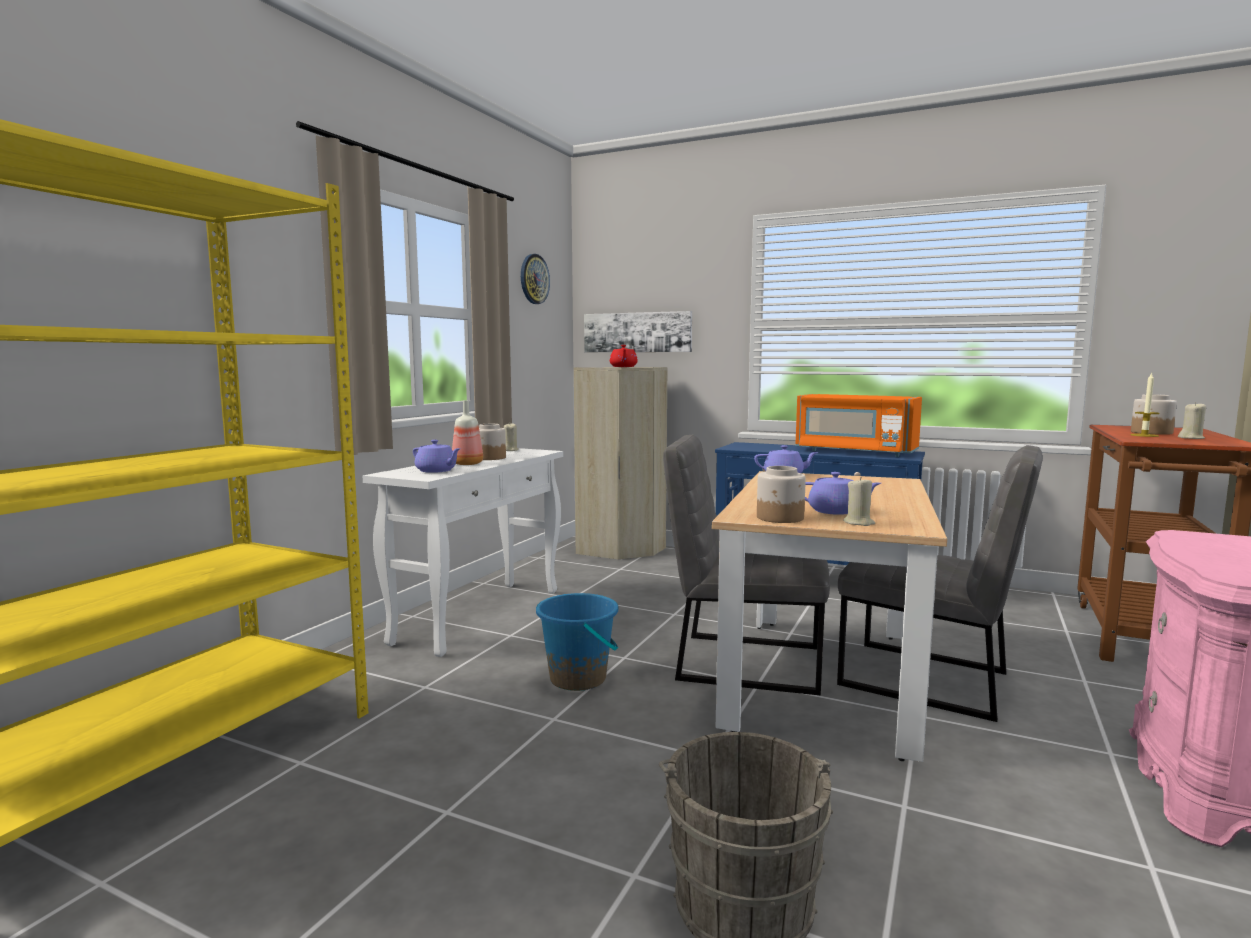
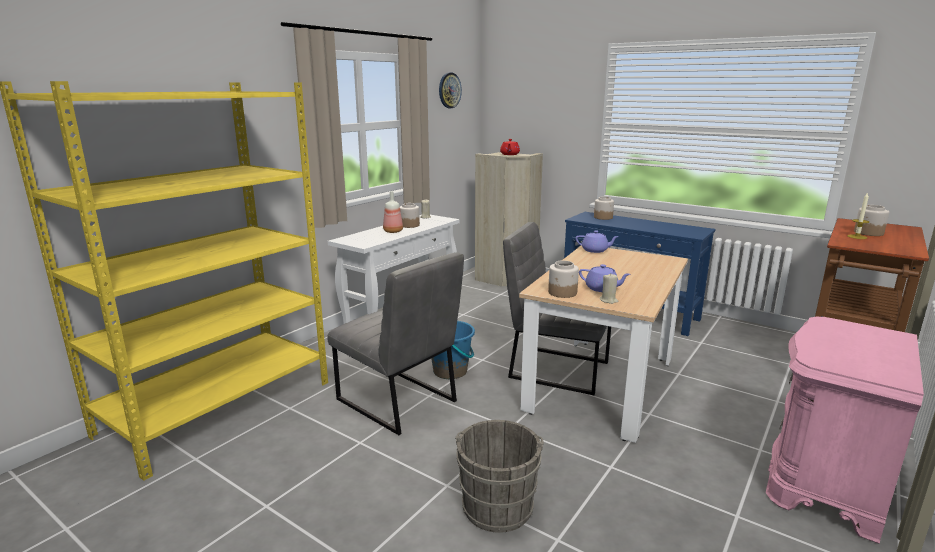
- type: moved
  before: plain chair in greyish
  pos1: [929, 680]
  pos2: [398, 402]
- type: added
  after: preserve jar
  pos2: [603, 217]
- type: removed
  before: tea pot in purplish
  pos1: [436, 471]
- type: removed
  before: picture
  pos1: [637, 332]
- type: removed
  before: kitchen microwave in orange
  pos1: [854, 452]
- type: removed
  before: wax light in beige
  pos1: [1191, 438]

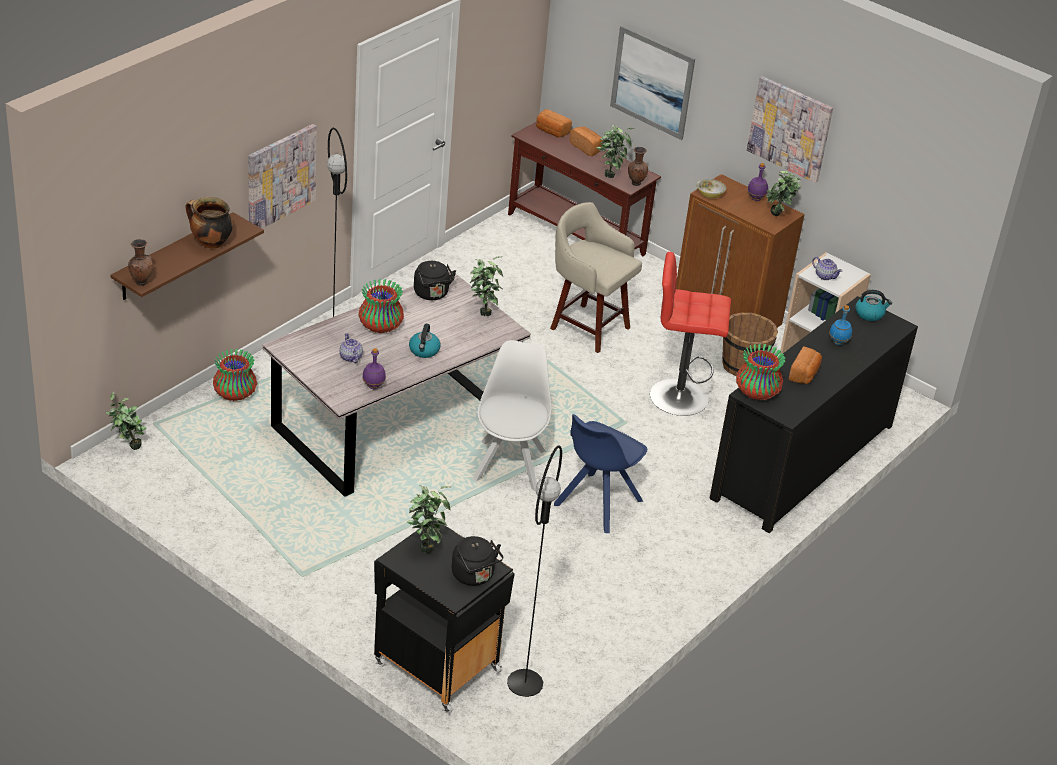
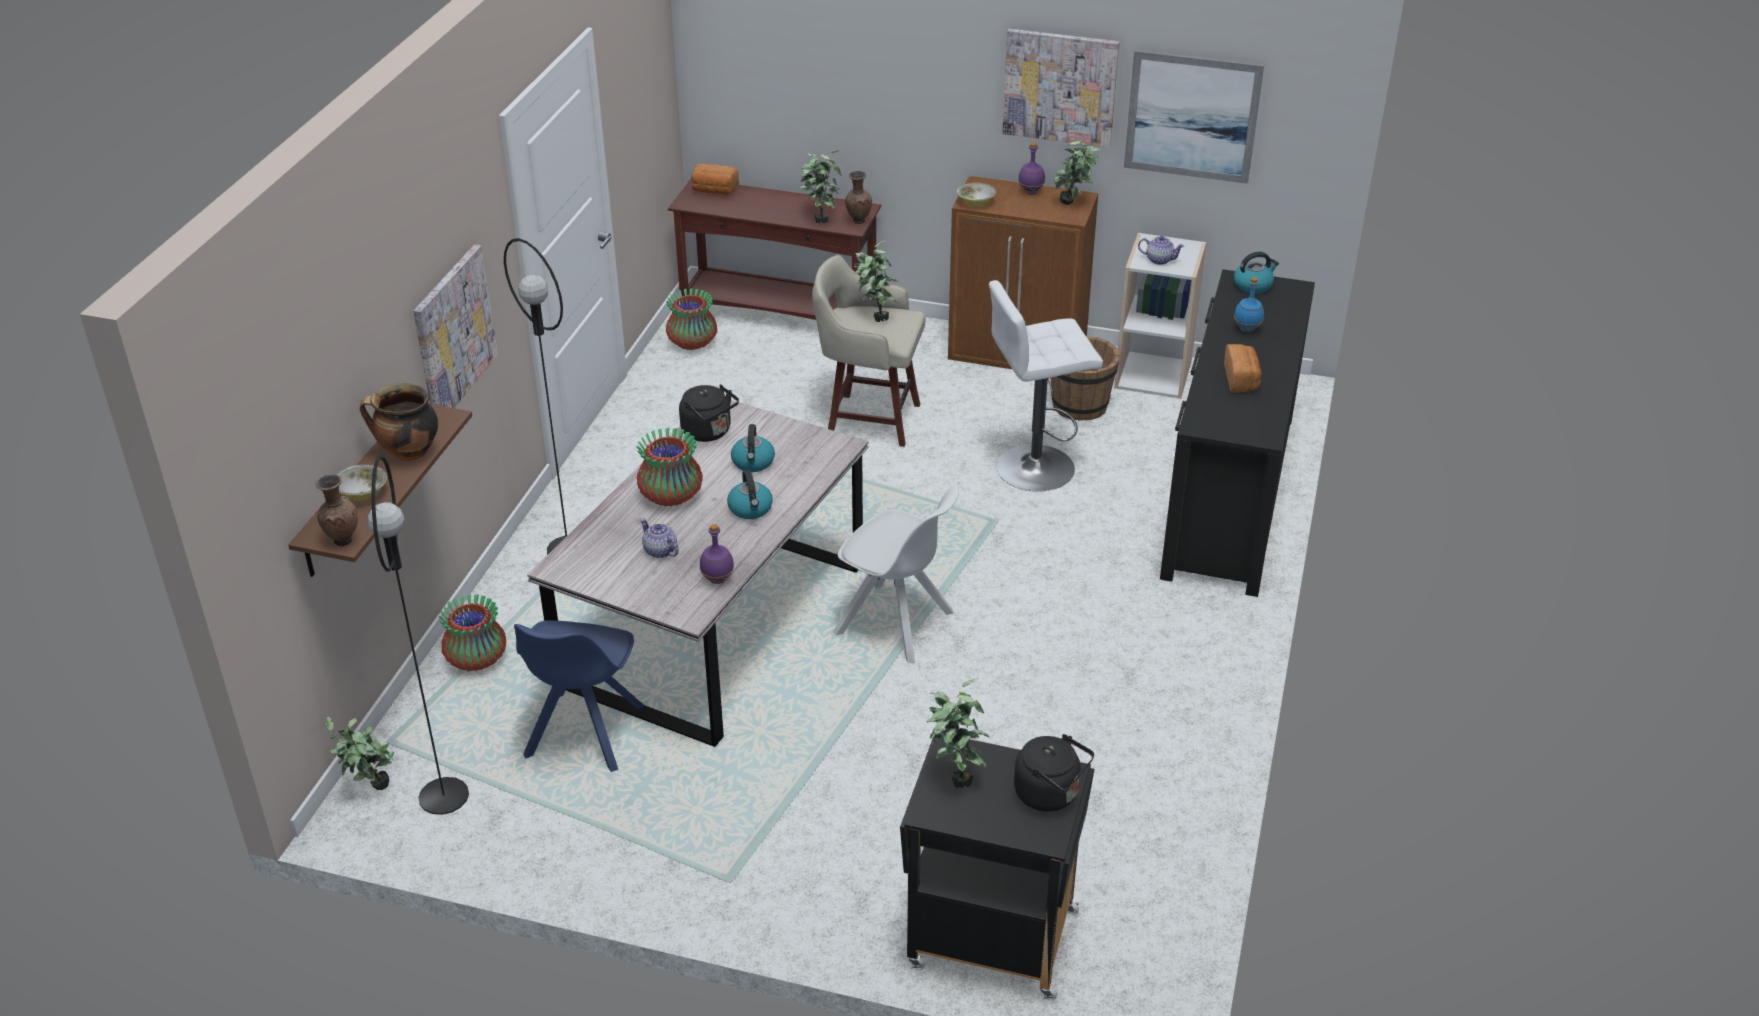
- type: added
  after: serving bowl
  pos2: [362, 494]
- type: moved
  before: floor lamp in black
  pos1: [525, 682]
  pos2: [443, 795]
- type: moved
  before: plain chair in blue
  pos1: [597, 503]
  pos2: [583, 733]
- type: moved
  before: decorative vase
  pos1: [756, 392]
  pos2: [692, 343]
- type: added
  after: kettle
  pos2: [753, 462]
- type: turned
  before: plain chair in white
  pos1: [510, 464]
  pos2: [895, 624]
  turn: 135
- type: moved
  before: potted plant
  pos1: [483, 310]
  pos2: [875, 316]
- type: recoloured
  before: stool seat in red-coloured
  after: stool seat in white
  pos1: [678, 397]
  pos2: [1034, 468]
- type: moved
  before: picture
  pos1: [652, 82]
  pos2: [1192, 116]
- type: removed
  before: baked bread
  pos1: [587, 148]

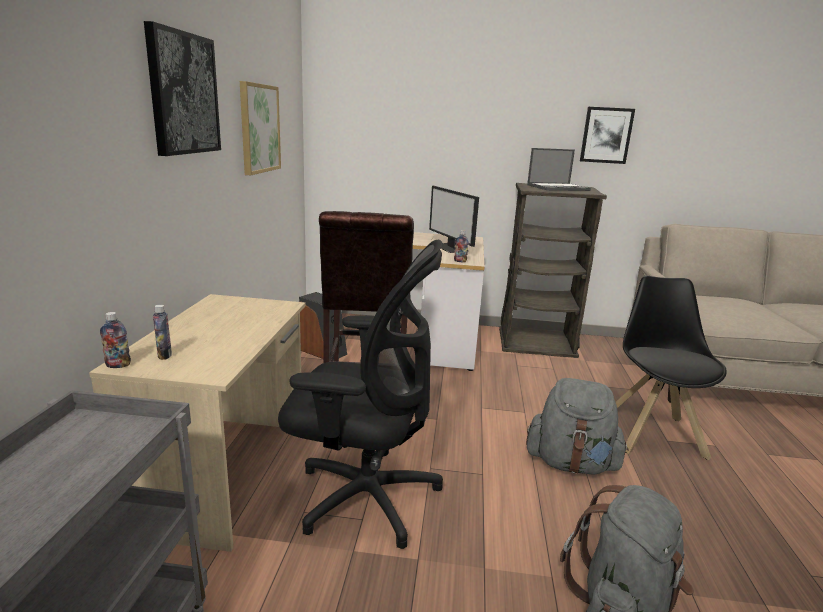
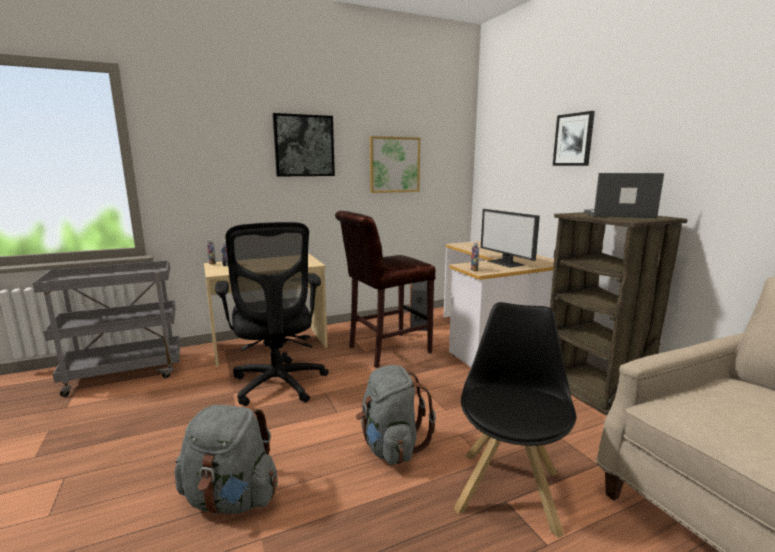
- type: turned
  before: plain chair in black
  pos1: [652, 432]
  pos2: [509, 488]
  turn: -45
- type: turned
  before: computer screen
  pos1: [450, 248]
  pos2: [506, 263]
  turn: -60
- type: moved
  before: picture
  pos1: [606, 135]
  pos2: [573, 139]
- type: turned
  before: notebook computer
  pos1: [558, 187]
  pos2: [617, 215]
  turn: 150

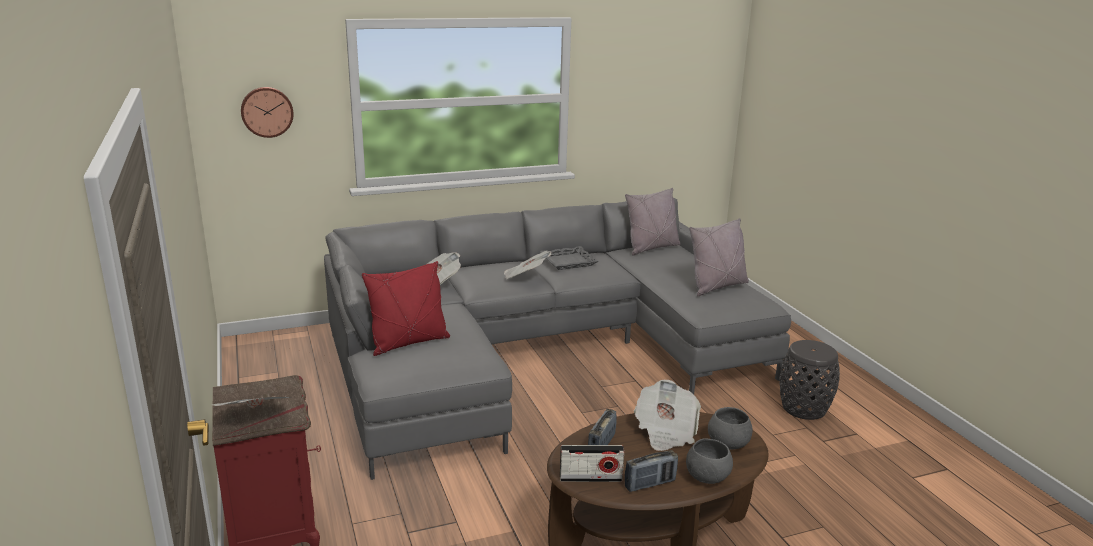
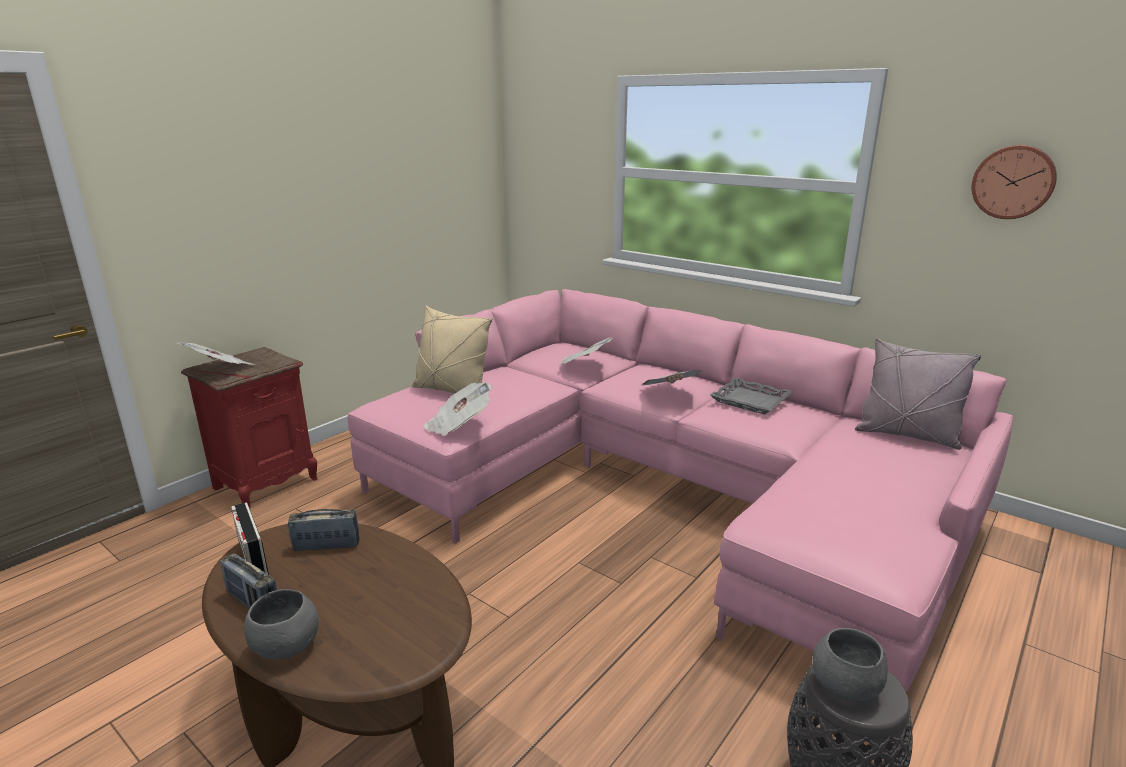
- type: recoloured
  before: settee in greyish
  after: settee in pink-coloured
  pos1: [537, 354]
  pos2: [666, 492]
- type: recoloured
  before: pillow in red-coloured
  after: pillow in beige
  pos1: [409, 343]
  pos2: [451, 391]
- type: moved
  before: newspaper
  pos1: [665, 432]
  pos2: [458, 425]
- type: moved
  before: serving bowl in greyish
  pos1: [728, 444]
  pos2: [845, 687]
- type: moved
  before: hanging clock
  pos1: [267, 111]
  pos2: [1013, 182]
- type: removed
  before: pillow in purplish
  pos1: [717, 287]

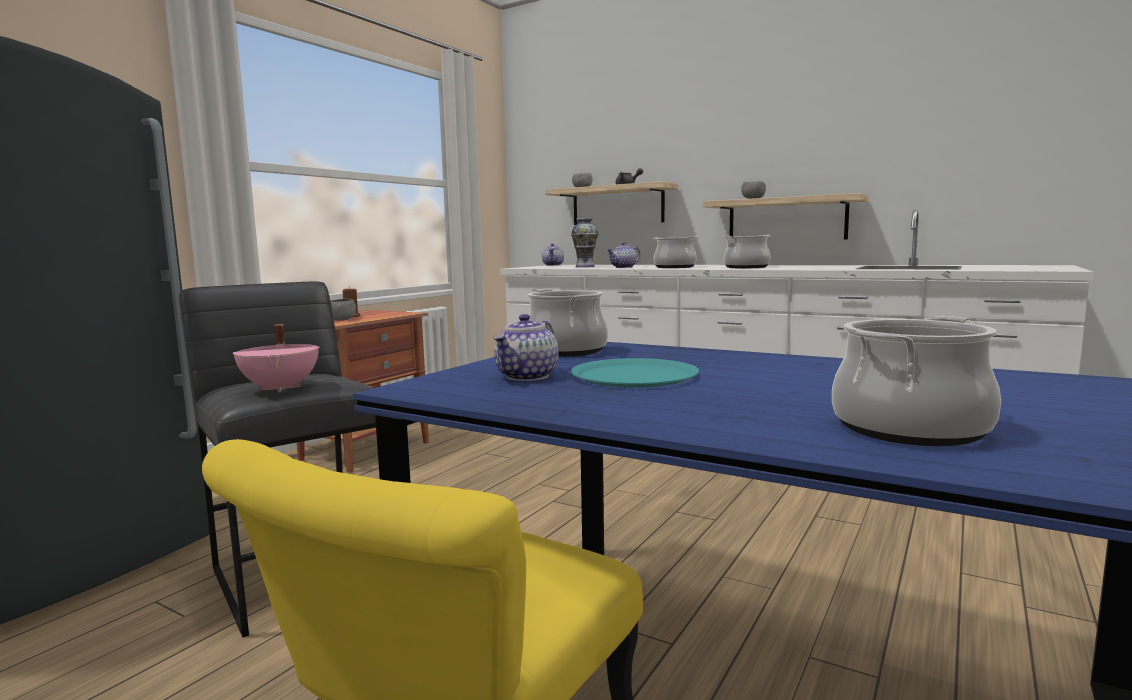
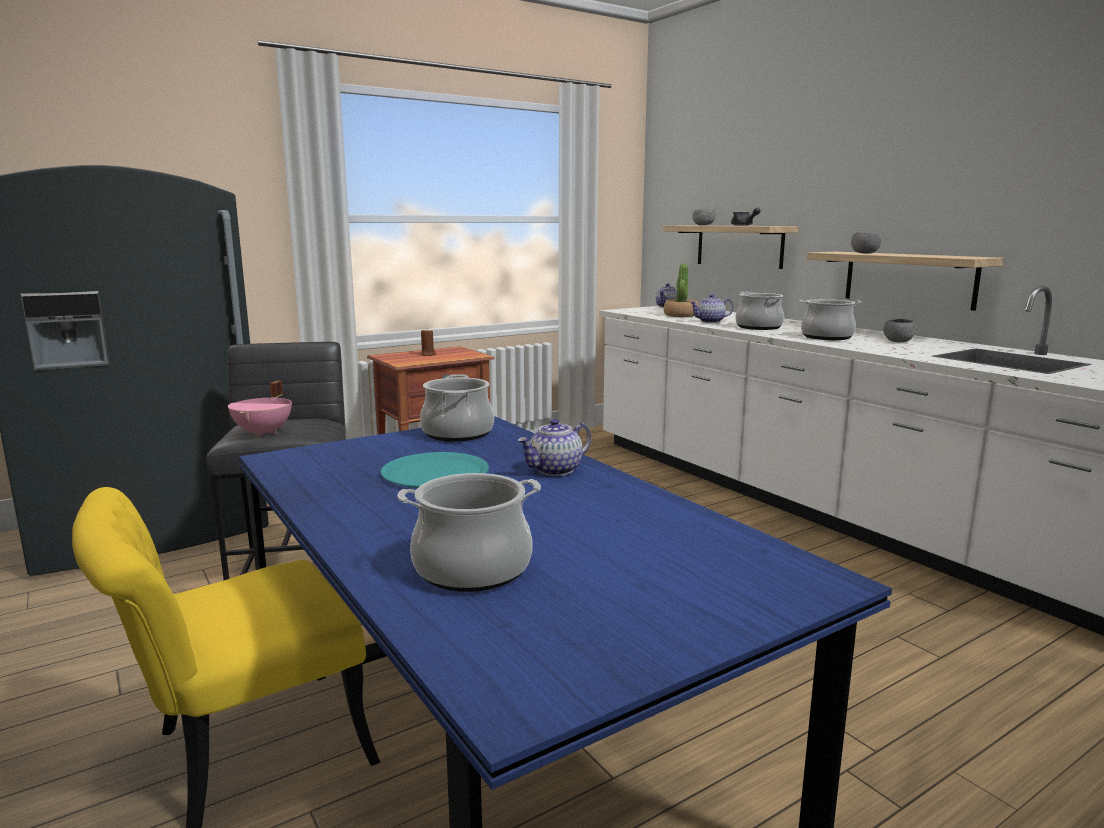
- type: moved
  before: tea pot
  pos1: [527, 376]
  pos2: [555, 470]
- type: replaced
  before: decorative vase
  after: potted plant
  pos1: [585, 267]
  pos2: [680, 315]
- type: moved
  before: serving bowl in greyish
  pos1: [342, 320]
  pos2: [897, 341]

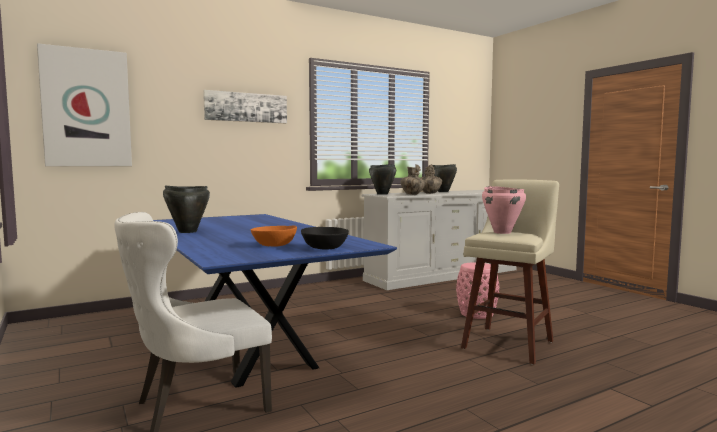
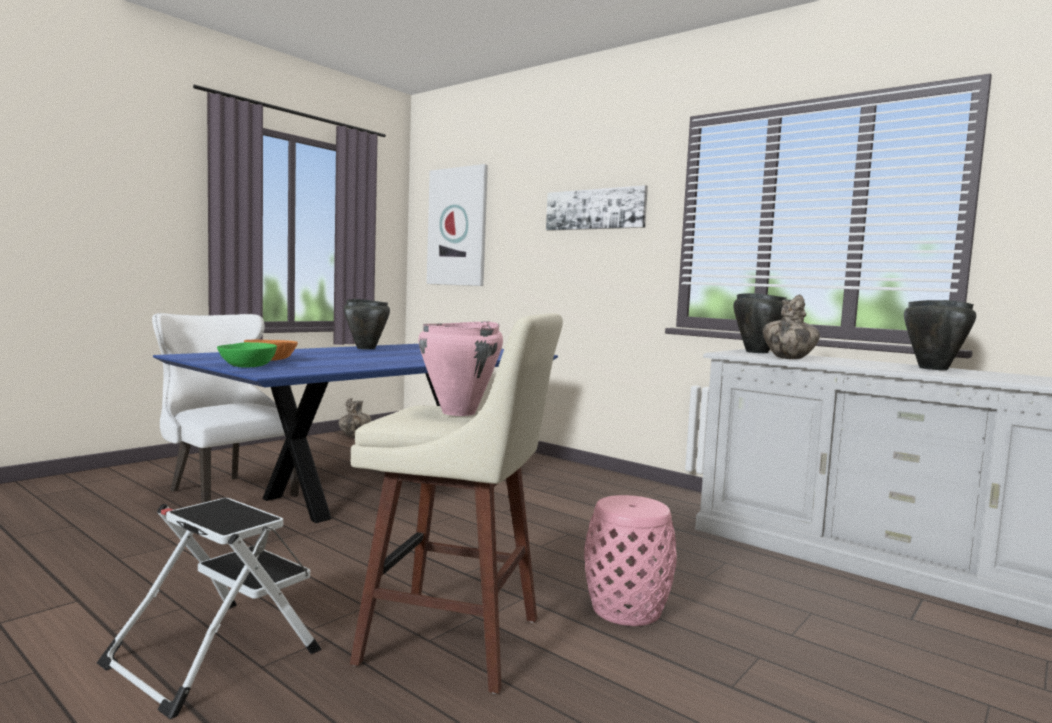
- type: added
  after: step stool
  pos2: [214, 652]
- type: recoloured
  before: serving bowl in black
  after: serving bowl in green
  pos1: [325, 248]
  pos2: [247, 366]
- type: moved
  before: decorative vase
  pos1: [430, 193]
  pos2: [355, 436]

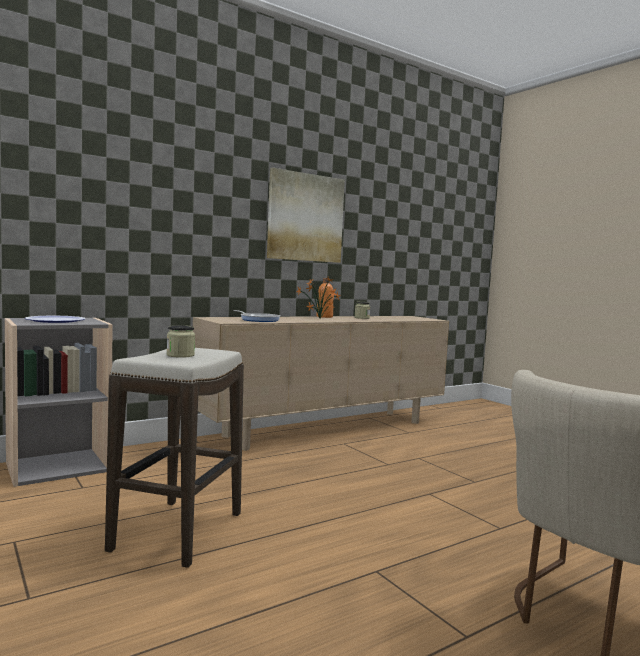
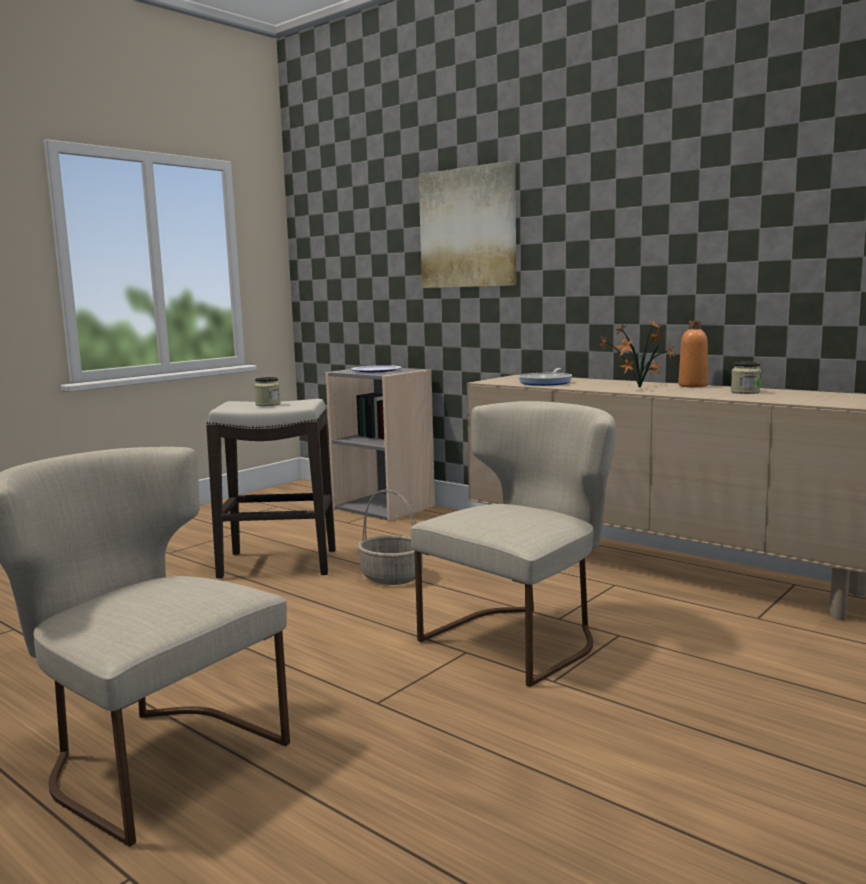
- type: added
  after: household basket
  pos2: [391, 577]
- type: added
  after: plain chair in beige
  pos2: [522, 637]
- type: moved
  before: picture
  pos1: [305, 217]
  pos2: [468, 228]

